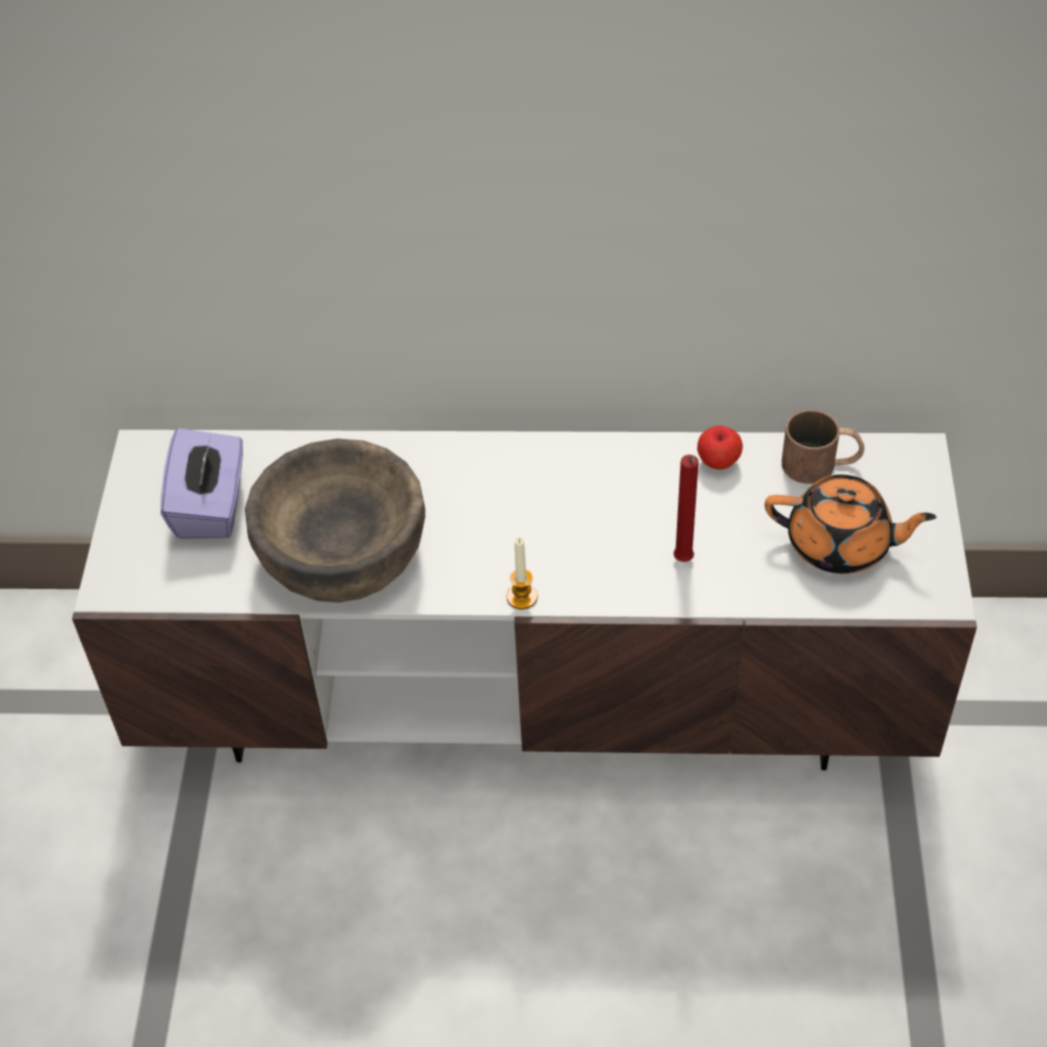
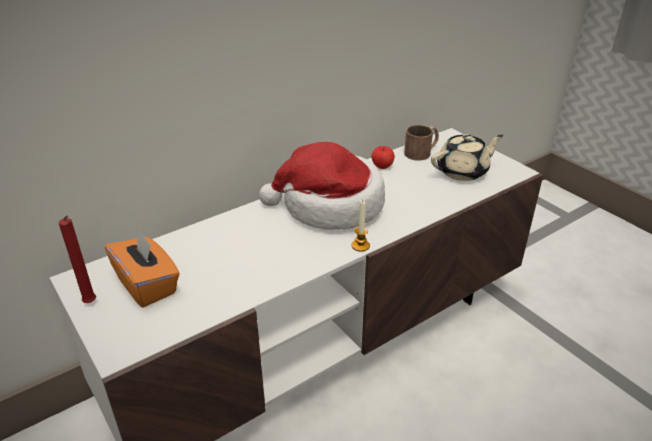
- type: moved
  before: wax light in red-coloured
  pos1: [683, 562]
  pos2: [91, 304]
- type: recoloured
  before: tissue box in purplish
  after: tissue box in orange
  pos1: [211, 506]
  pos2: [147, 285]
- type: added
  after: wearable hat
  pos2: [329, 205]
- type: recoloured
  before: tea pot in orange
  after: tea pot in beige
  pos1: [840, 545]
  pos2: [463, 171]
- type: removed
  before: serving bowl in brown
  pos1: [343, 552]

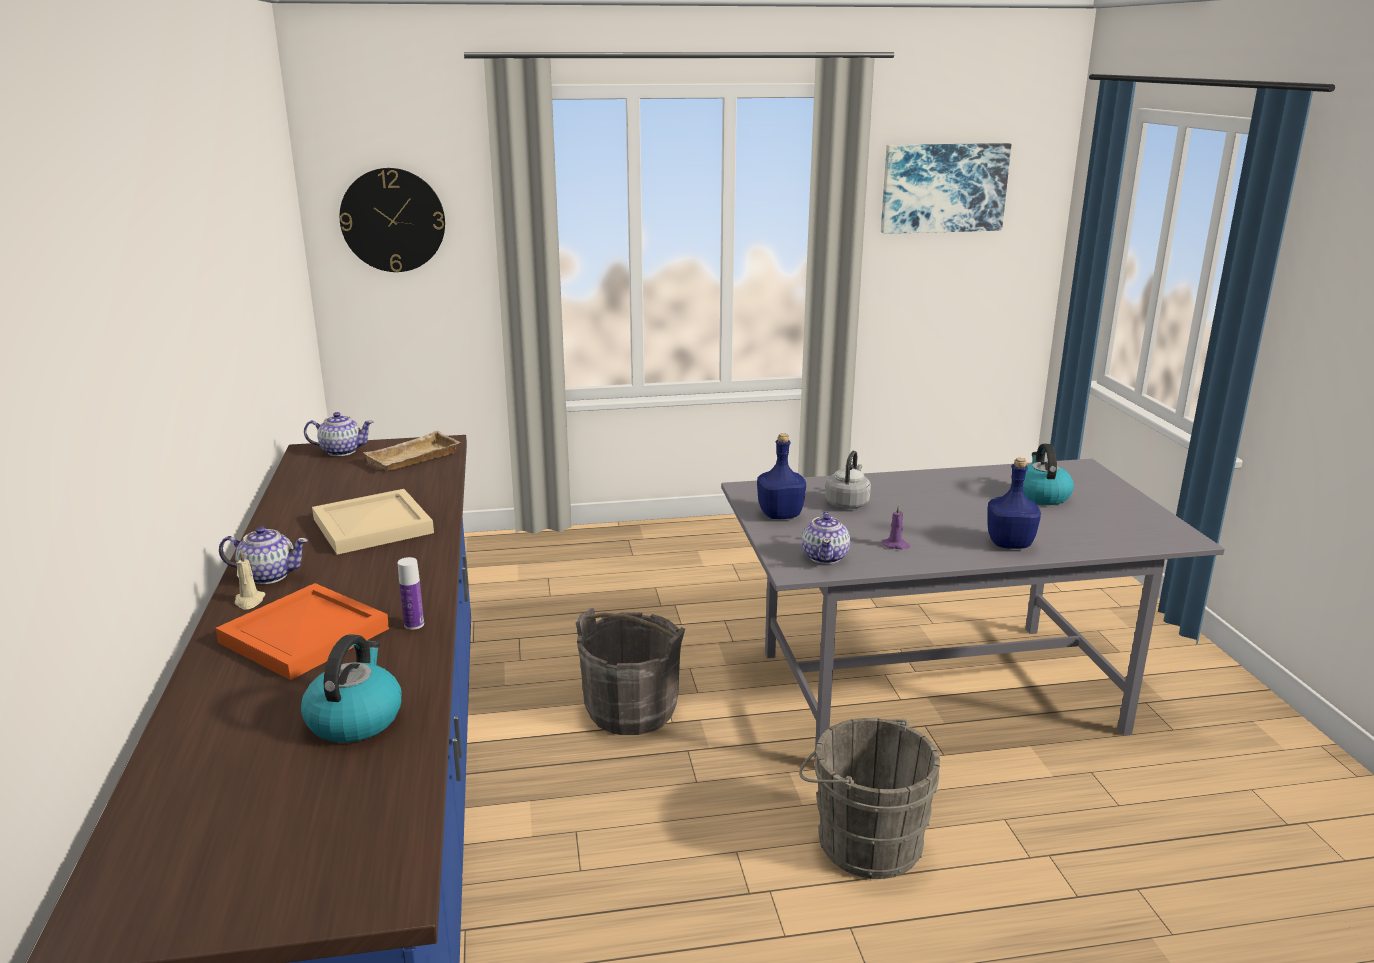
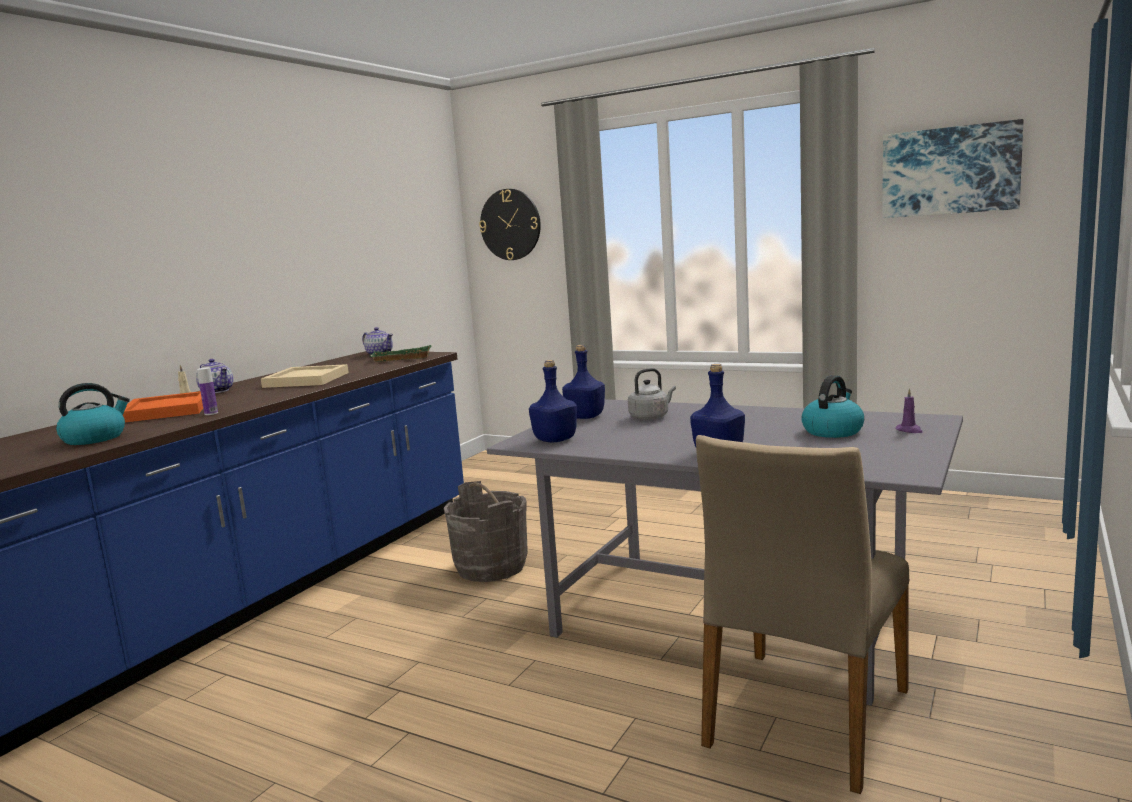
- type: recoloured
  before: serving tray in beige
  after: serving tray in green
  pos1: [413, 459]
  pos2: [401, 359]
- type: replaced
  before: tea pot
  after: drink bottle in blue
  pos1: [825, 556]
  pos2: [556, 440]
- type: added
  after: plain chair in beige
  pos2: [804, 717]
- type: moved
  before: wax light in purplish
  pos1: [896, 545]
  pos2: [909, 430]
- type: removed
  before: pail in greyish
  pos1: [863, 840]

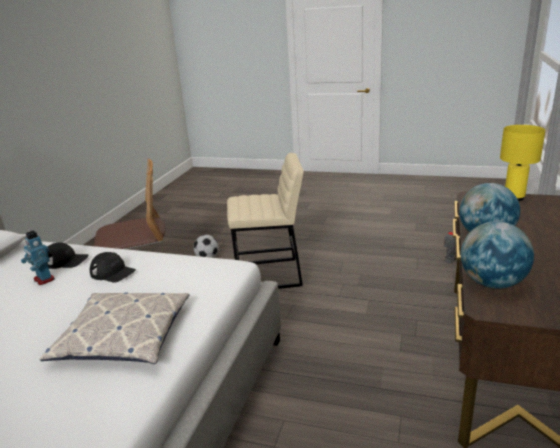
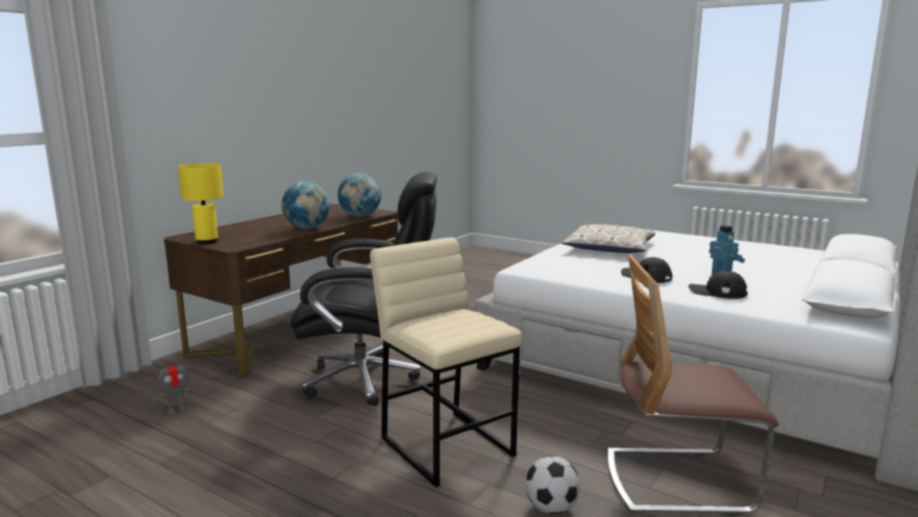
- type: added
  after: computer chair in black
  pos2: [368, 380]
- type: turned
  before: plain chair in beige
  pos1: [270, 275]
  pos2: [445, 445]
  turn: 45

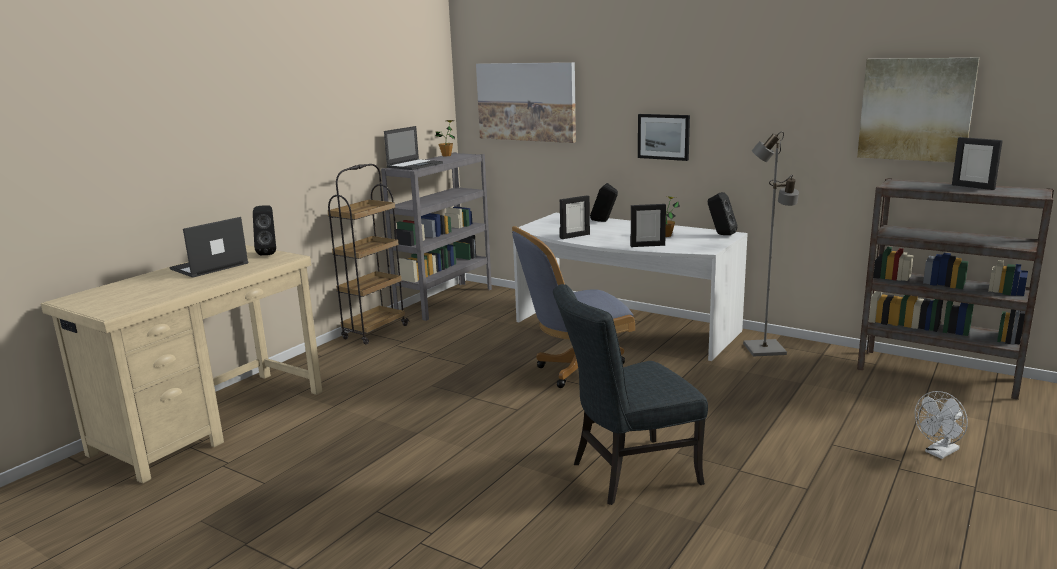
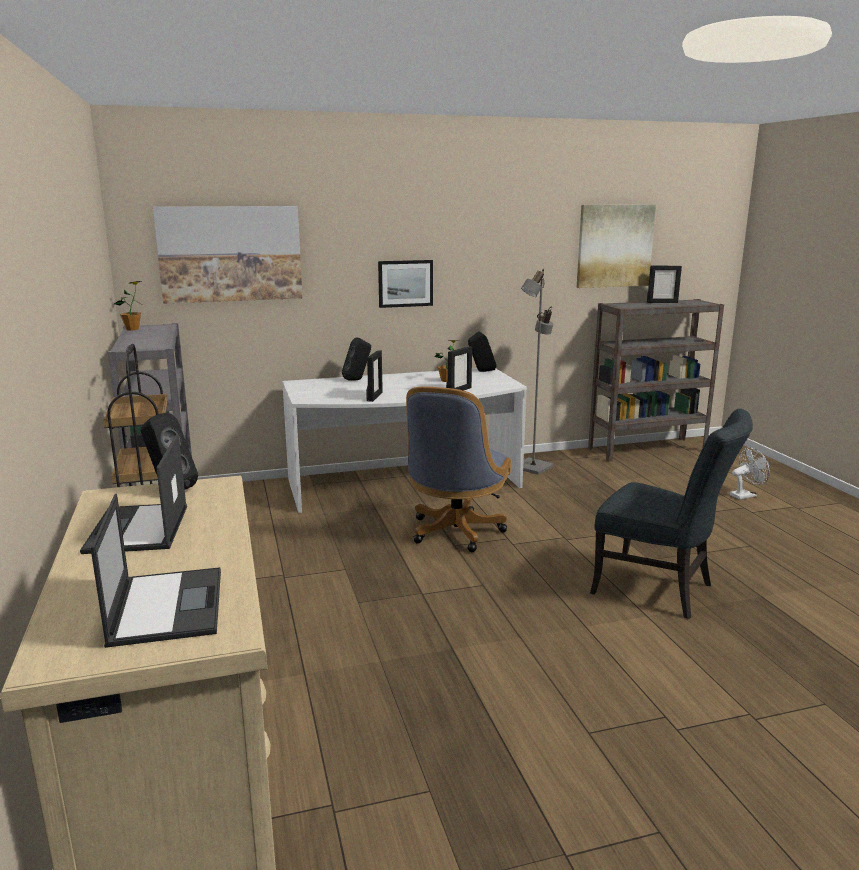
- type: moved
  before: notebook computer
  pos1: [415, 165]
  pos2: [167, 605]
- type: turned
  before: plain chair in greyish
  pos1: [627, 473]
  pos2: [660, 589]
  turn: -75
- type: turned
  before: fan in white
  pos1: [939, 453]
  pos2: [745, 495]
  turn: -120

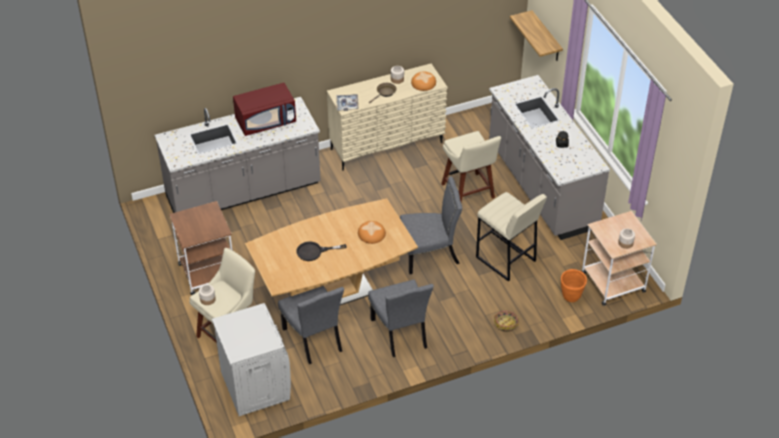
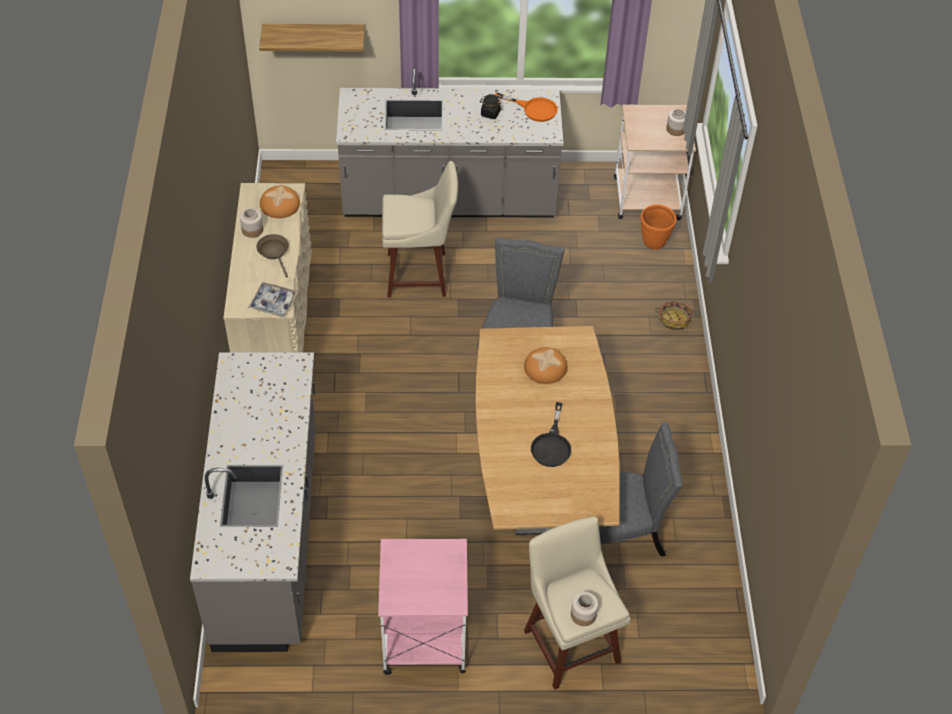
- type: recoloured
  before: trolley in brown
  after: trolley in pink-coloured
  pos1: [207, 272]
  pos2: [423, 638]
- type: added
  after: frying pan in orange
  pos2: [534, 109]
- type: removed
  before: washing machine in white
  pos1: [255, 386]
- type: removed
  before: kitchen microwave in red-coloured
  pos1: [266, 121]
- type: removed
  before: plain chair in greyish
  pos1: [400, 331]
- type: removed
  before: stool seat in beige
  pos1: [507, 260]

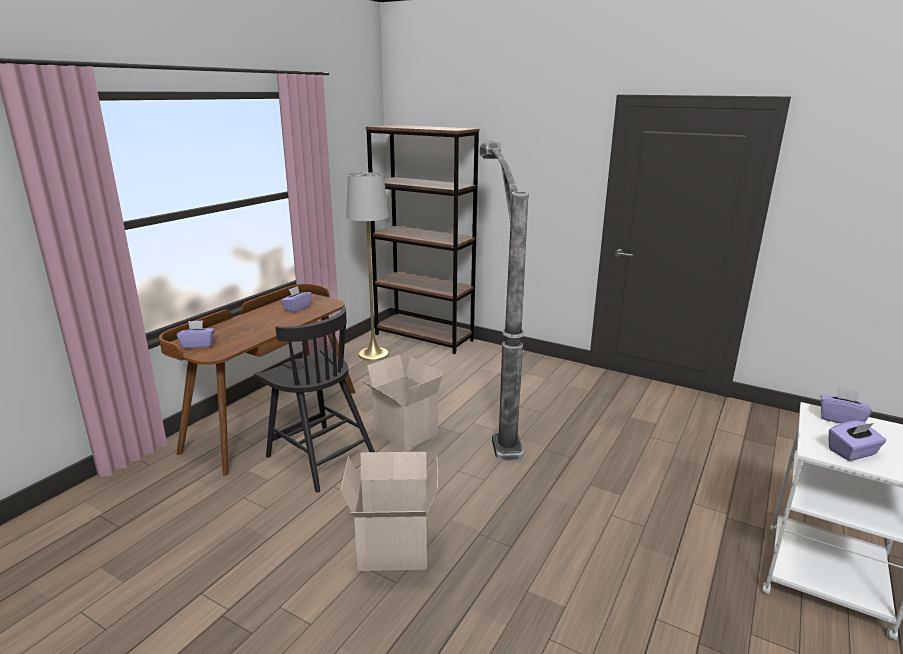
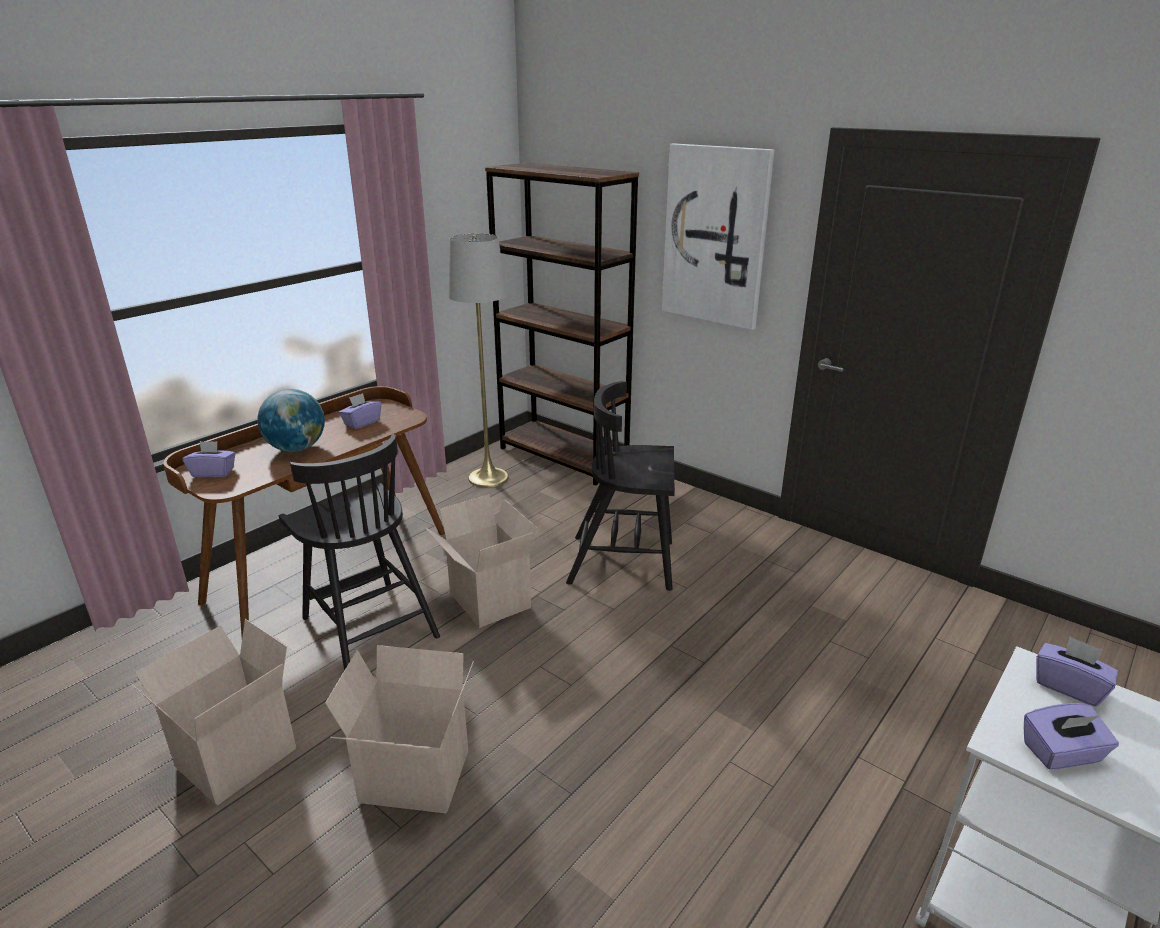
- type: added
  after: packing box
  pos2: [236, 755]
- type: added
  after: globe
  pos2: [297, 448]
- type: replaced
  before: floor lamp
  after: plain chair in black
  pos1: [493, 400]
  pos2: [624, 562]
- type: added
  after: picture
  pos2: [715, 236]

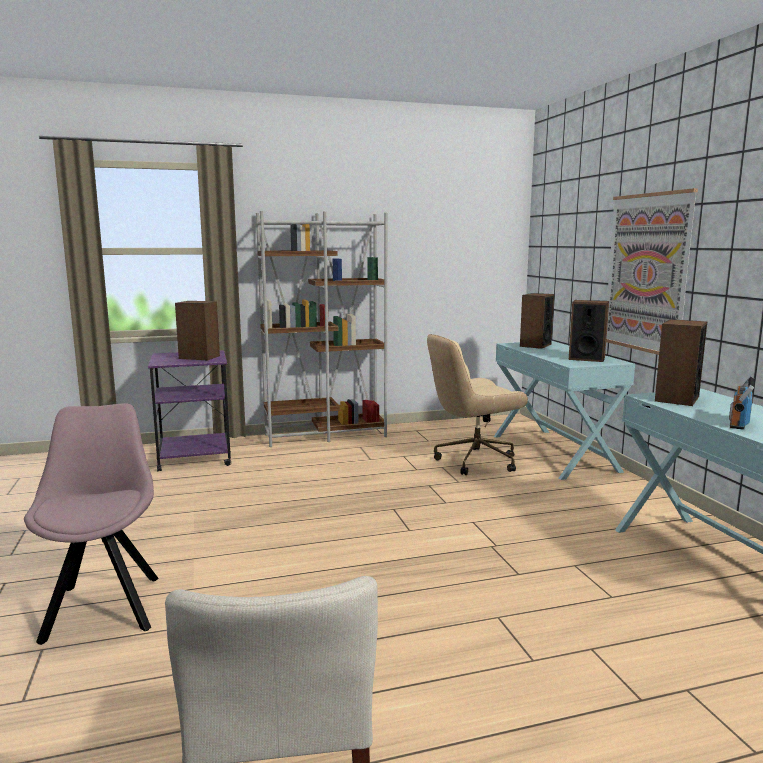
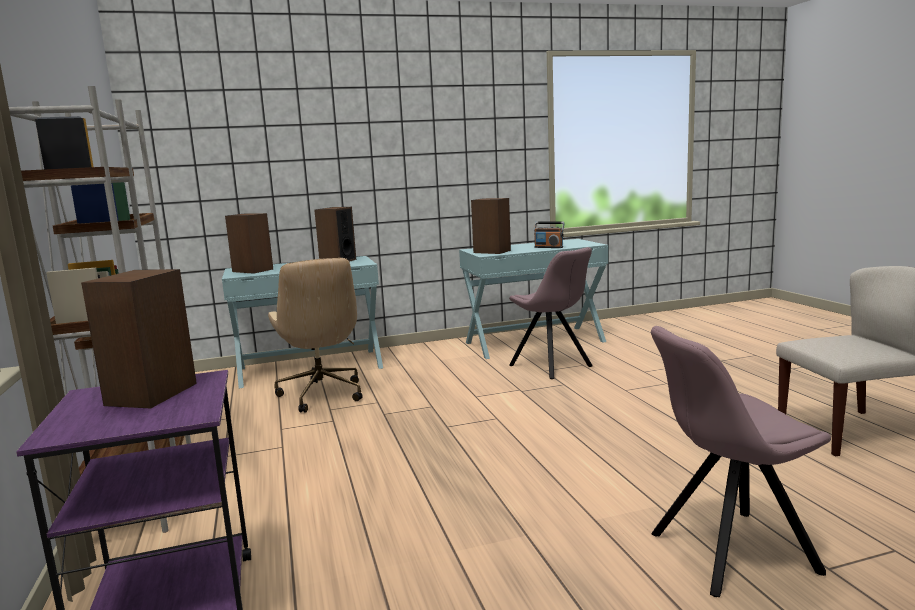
- type: added
  after: plain chair in pink-coloured
  pos2: [551, 366]
- type: removed
  before: picture
  pos1: [646, 273]

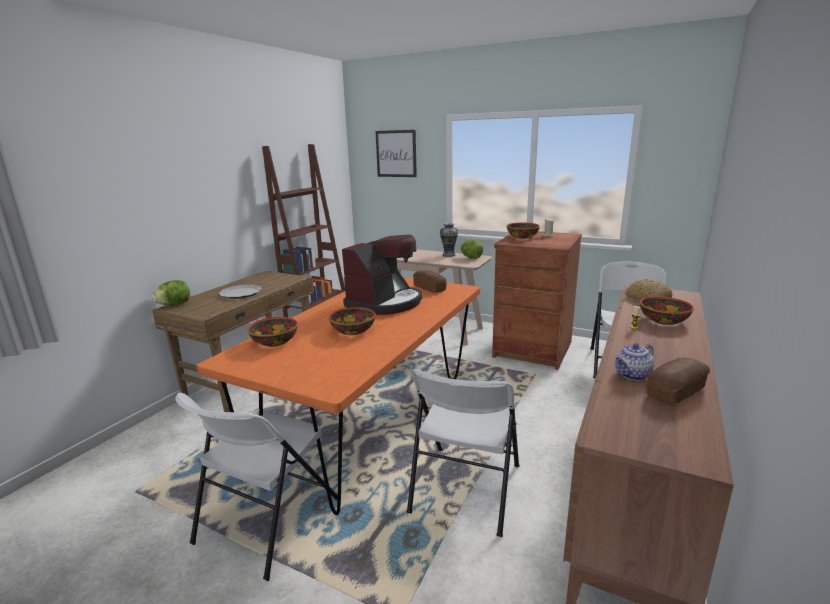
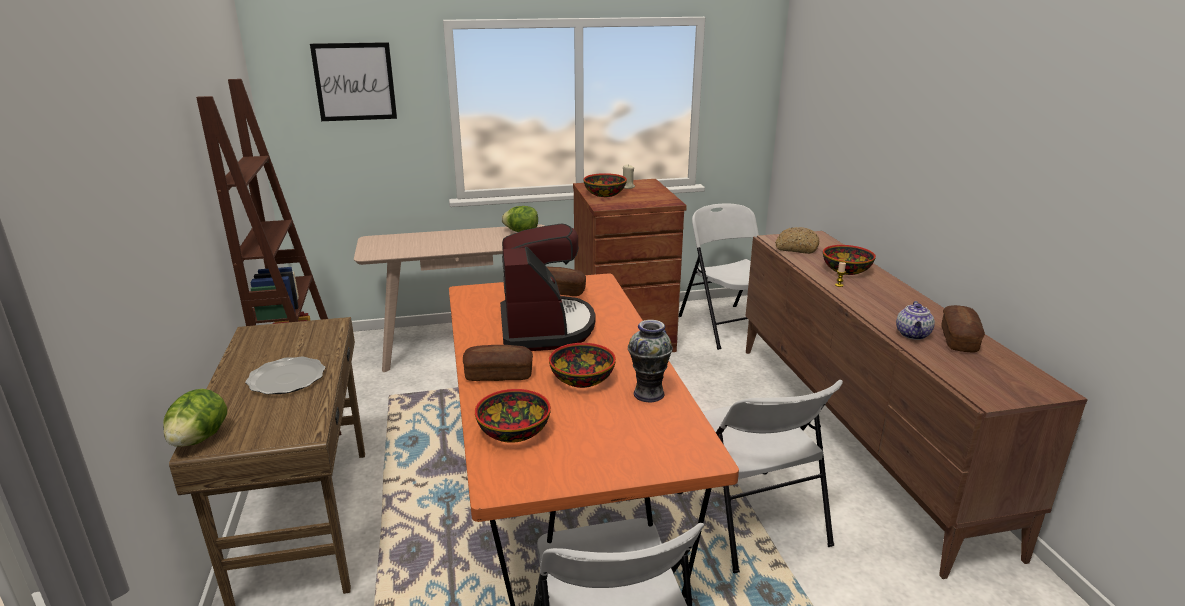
- type: added
  after: baked bread
  pos2: [498, 375]
- type: moved
  before: decorative vase
  pos1: [449, 255]
  pos2: [649, 394]

